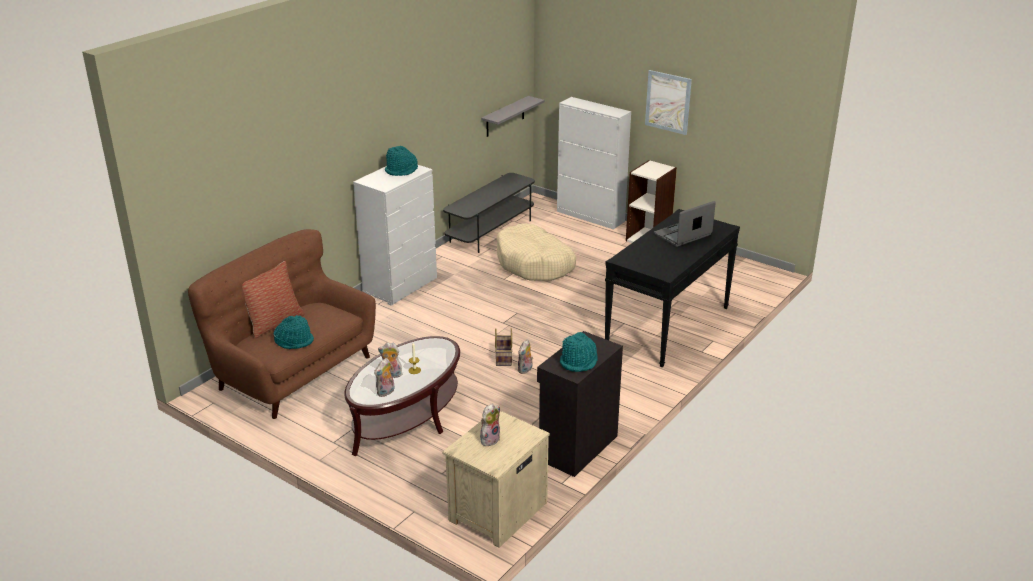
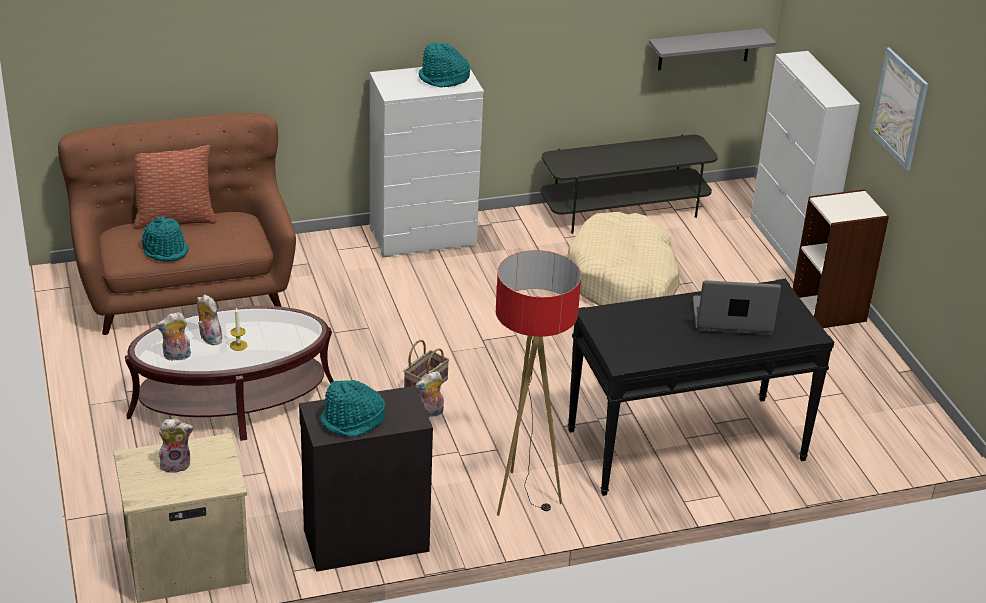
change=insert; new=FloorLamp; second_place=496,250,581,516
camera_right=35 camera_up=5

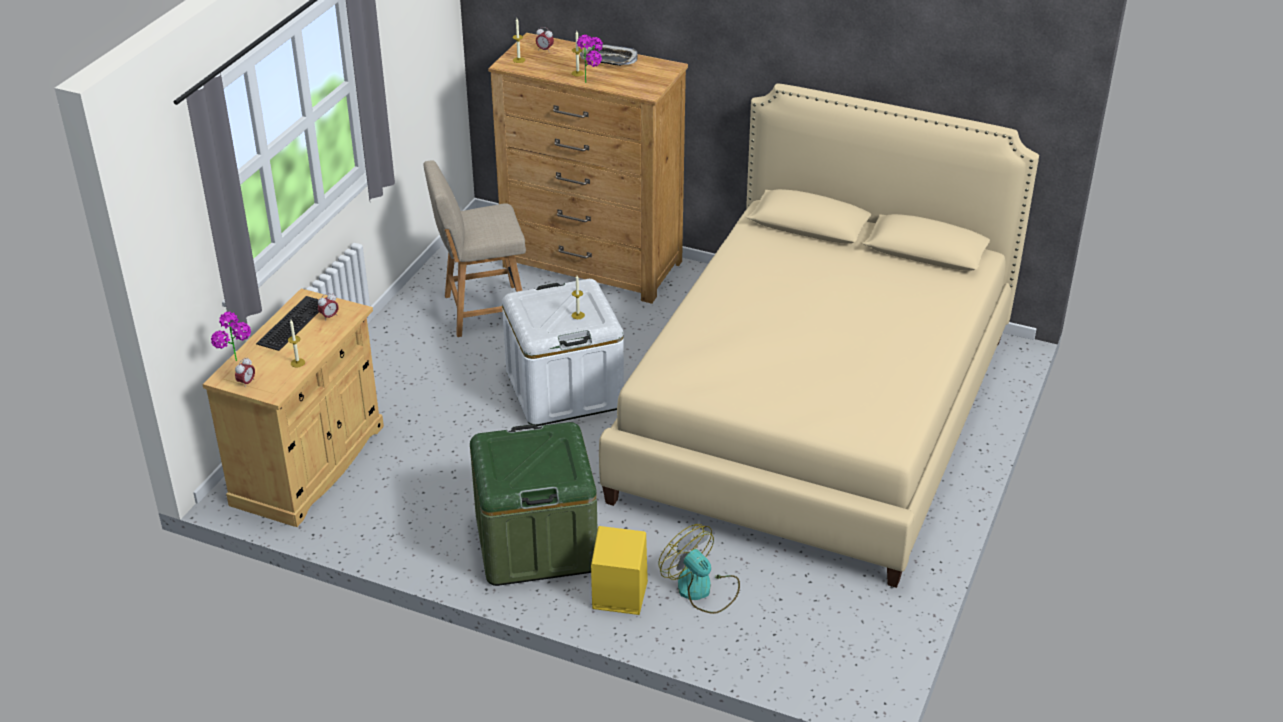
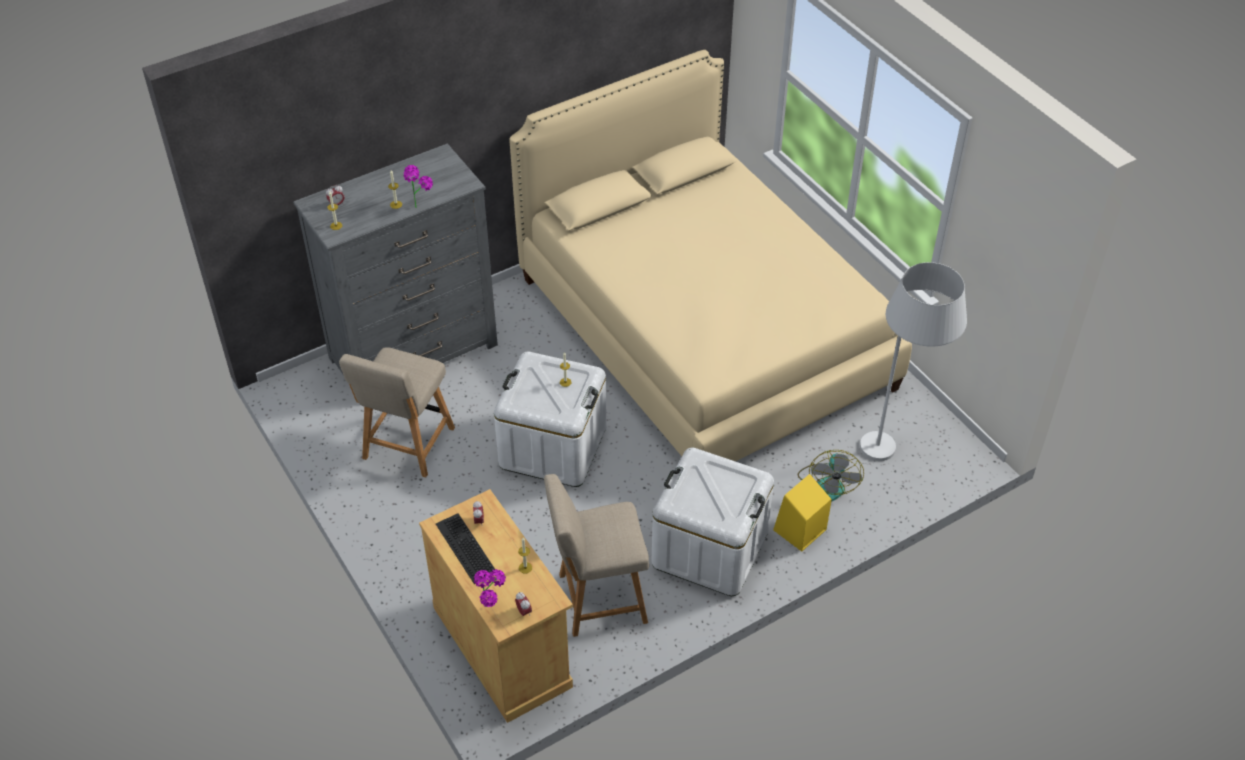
change=recolor; old=GreenStorageBox; new=WhiteStorageBox; first_place=470,422,598,586; second_place=652,448,774,596
change=recolor; old=BrownDresser; new=GreyDresser; first_place=488,33,688,304; second_place=293,144,498,376
change=delete; old=Tray; first_place=579,44,638,66
change=rotate; old=Fan; first_place=658,524,740,614; second_place=798,450,864,502; degrees=-75
change=insert; new=BeigeChair; second_place=544,474,649,637
change=insert; new=WhiteFloorLamp; second_place=860,262,967,461
camera_right=-55 camera_up=10

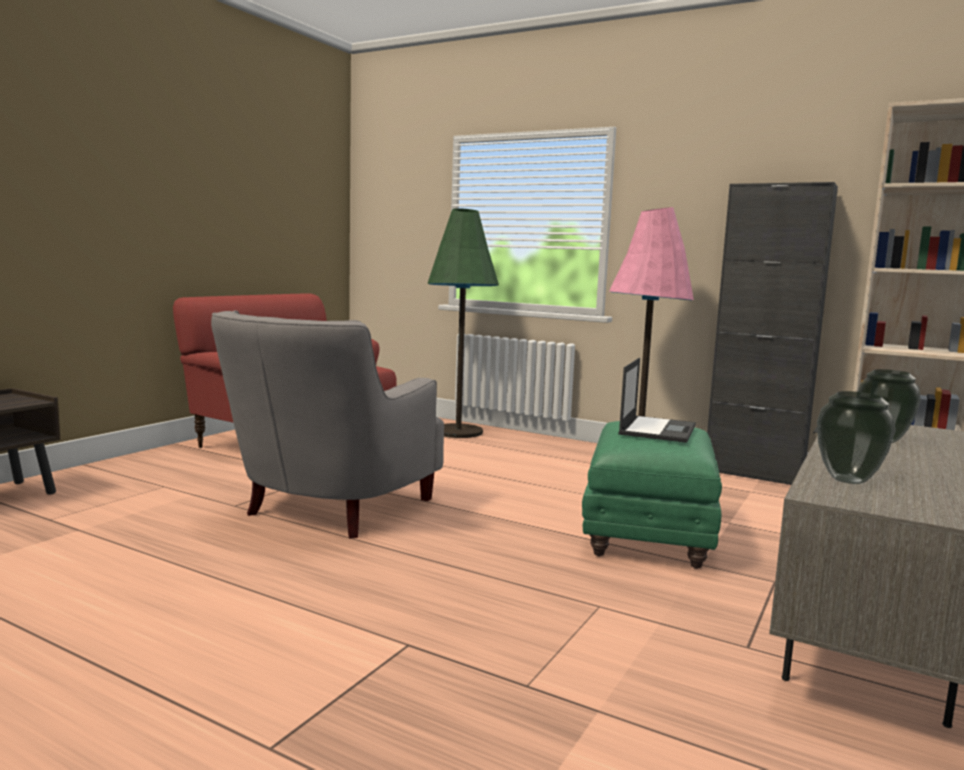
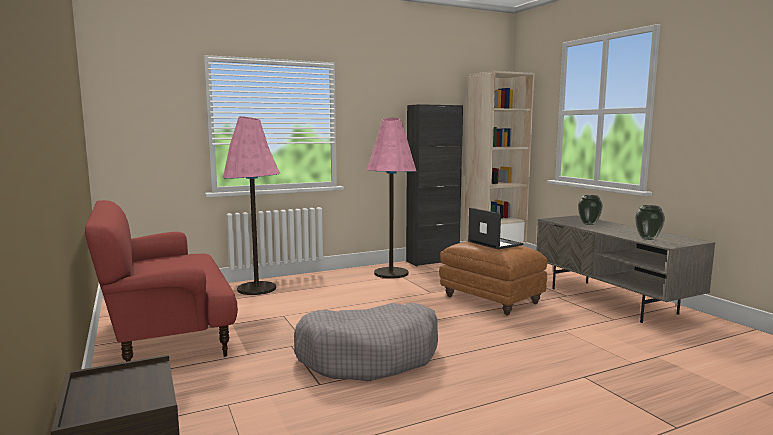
change=replace; old=GreyArmchair; new=GreyDogBed; first_place=211,310,444,538; second_place=294,302,438,381
change=recolor; old=GreenFloorLamp; new=PinkFloorLamp; first_place=427,208,499,438; second_place=223,116,280,295
change=recolor; old=GreenOttoman; new=BrownOttoman; first_place=582,421,722,569; second_place=439,241,547,315
camera_right=-55 camera_up=0

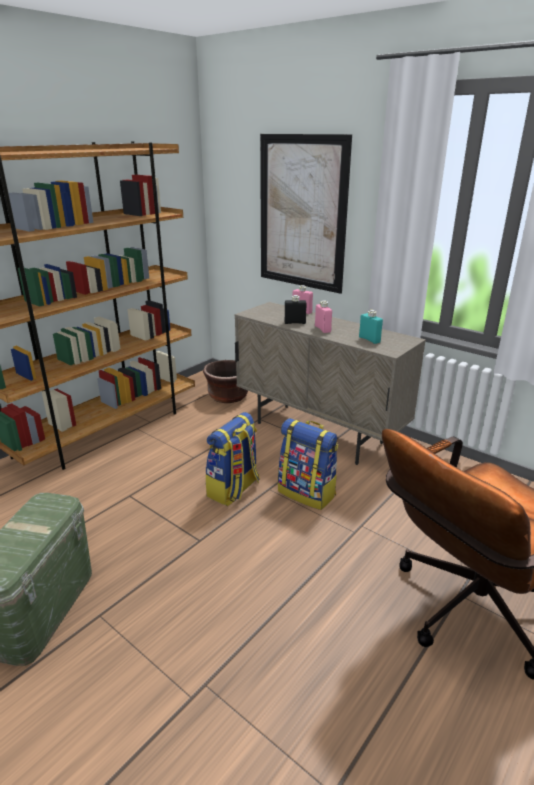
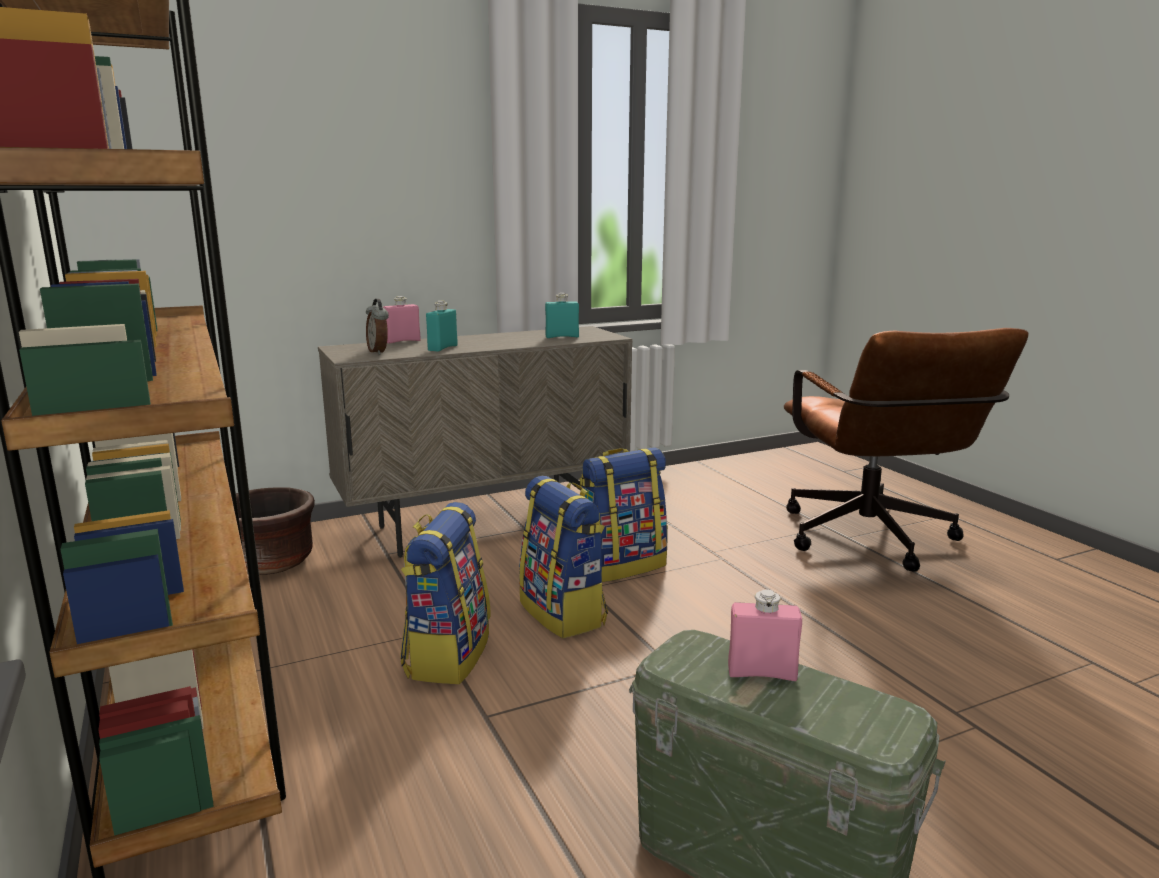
change=delete; old=Picture; first_place=260,134,352,294
change=recolor; old=BlackBottle; new=TurquoiseBottle; first_place=285,295,307,324; second_place=426,301,458,351
change=move; old=PinkBottle; first_place=315,300,332,333; second_place=728,590,802,681
change=insert; new=AlarmClock; second_place=366,299,389,355
change=insert; new=Backpack; second_place=400,502,491,684
camera_right=-65 camera_up=-10

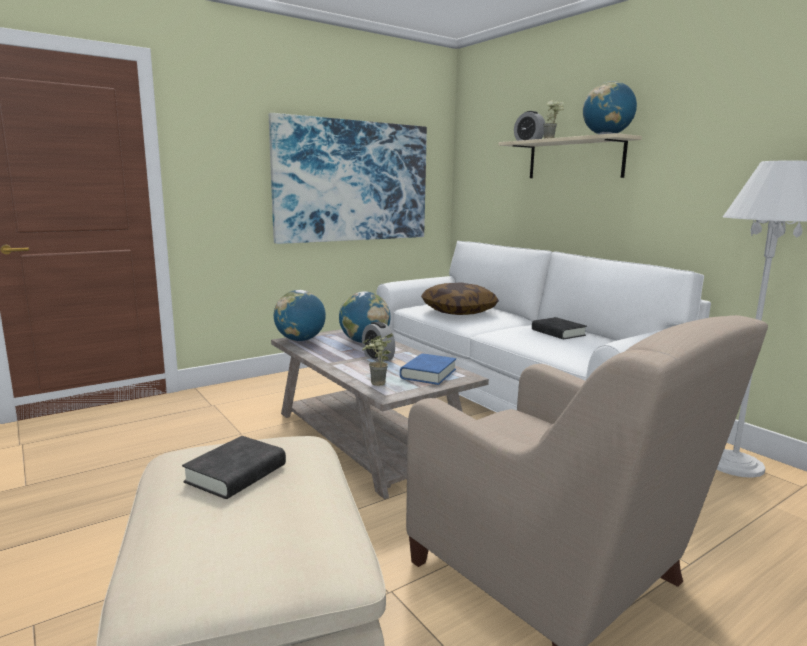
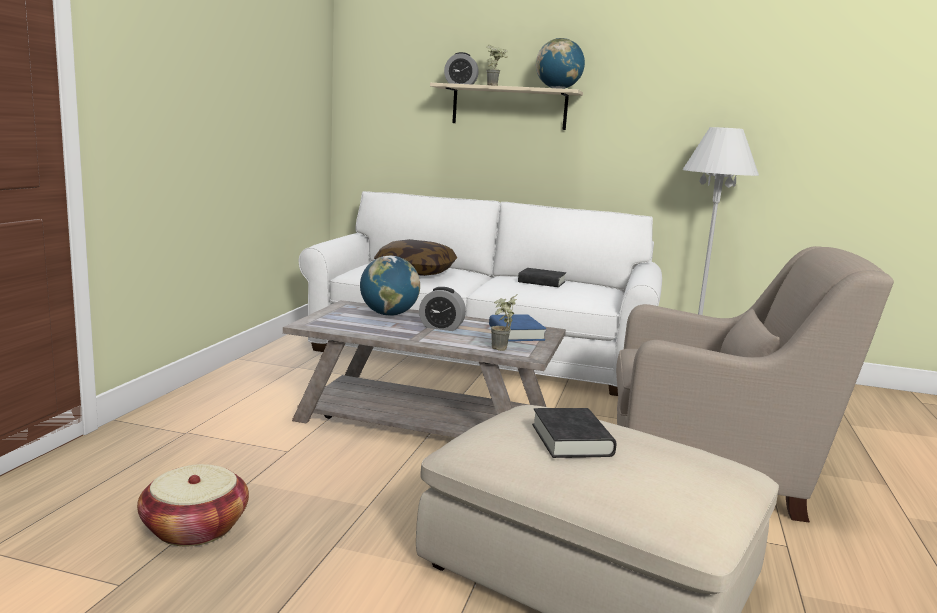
change=delete; old=Picture; first_place=269,113,427,244
change=delete; old=Globe; first_place=274,290,326,341
change=insert; new=Basket; second_place=137,464,249,546
camera_right=-40 camera_up=0

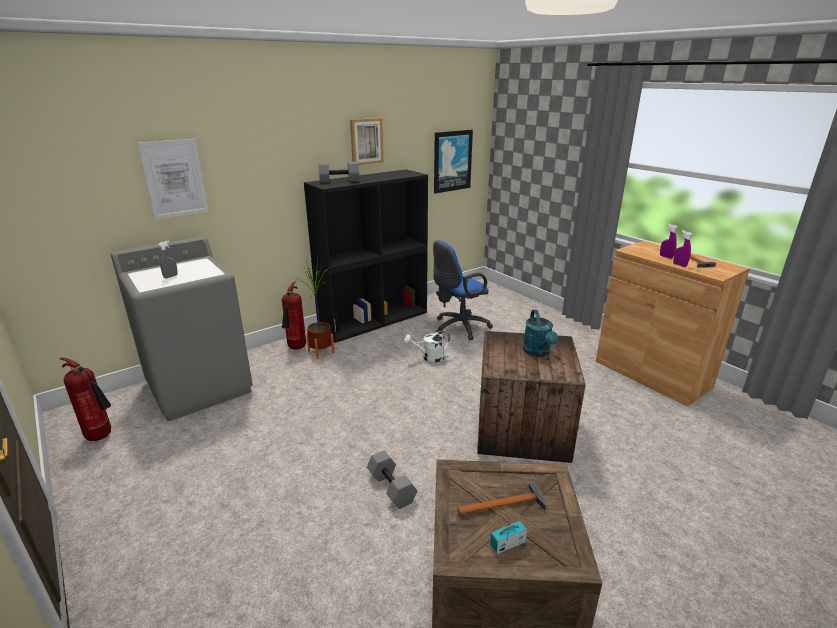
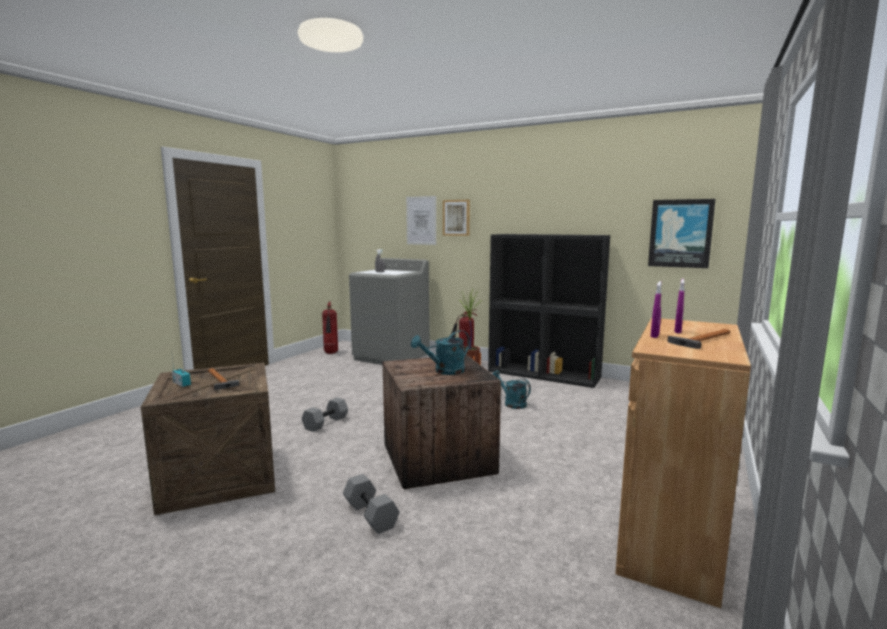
change=move; old=GreyDumbbell; first_place=318,162,359,183; second_place=343,474,400,534
change=move; old=Picture; first_place=350,118,384,165; second_place=443,200,470,236
change=recolor; old=WhiteWateringCan; new=TurquoiseWateringCan; first_place=404,330,450,362; second_place=493,370,531,409
change=delete; old=BlueOfficeChair; first_place=433,240,493,340
camera_right=65 camera_up=-15

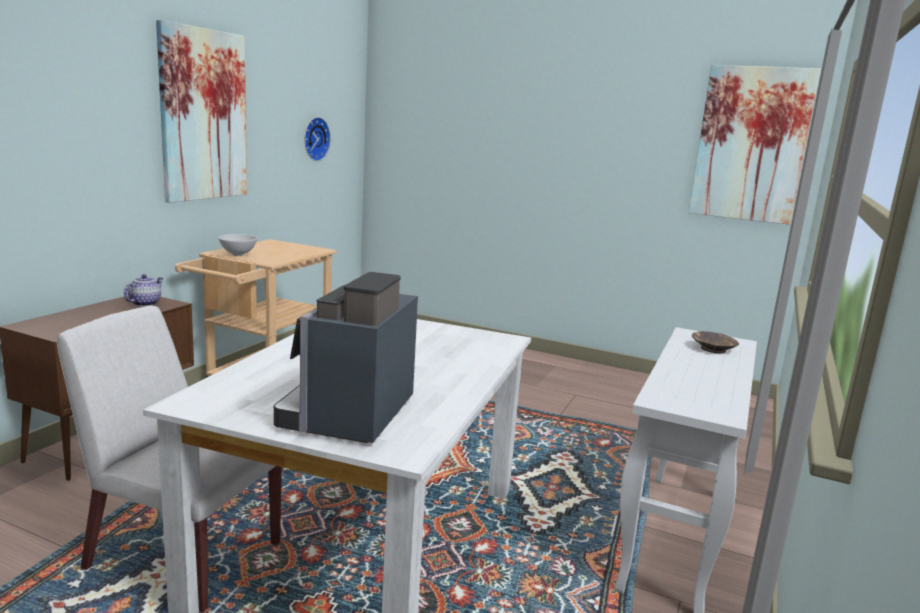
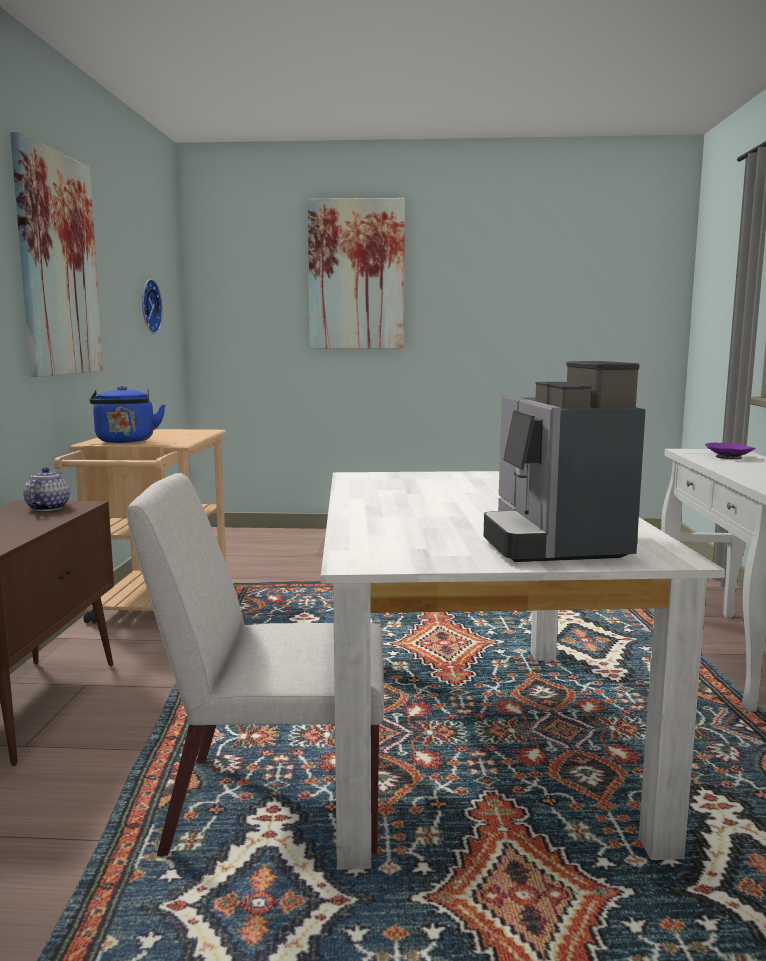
change=replace; old=WhiteBowl; new=BlueKettle; first_place=218,234,258,256; second_place=90,386,165,443
change=move; old=Picture; first_place=688,65,821,225; second_place=307,198,405,349
change=recolor; old=BrownBowl; new=PurpleBowl; first_place=692,331,739,353; second_place=705,443,755,459
camera_right=-20 camera_up=-5

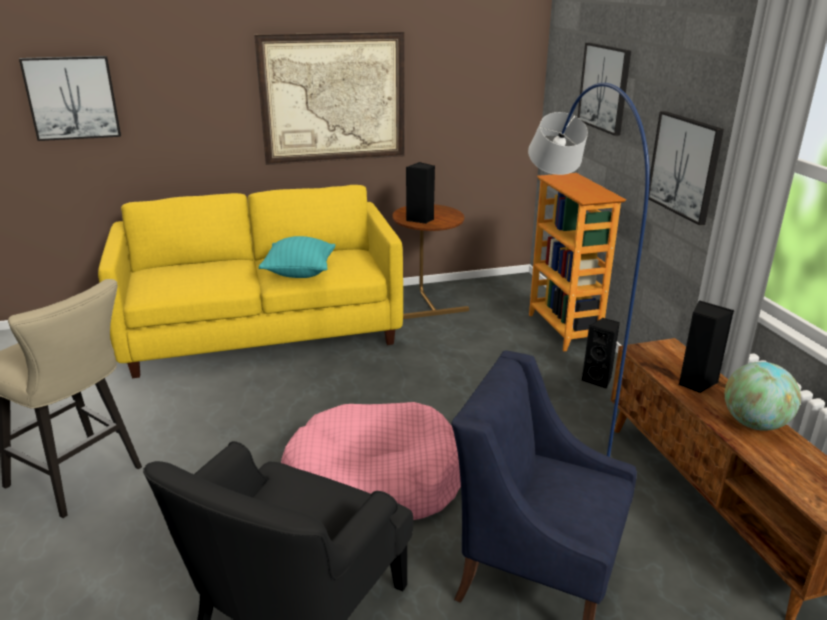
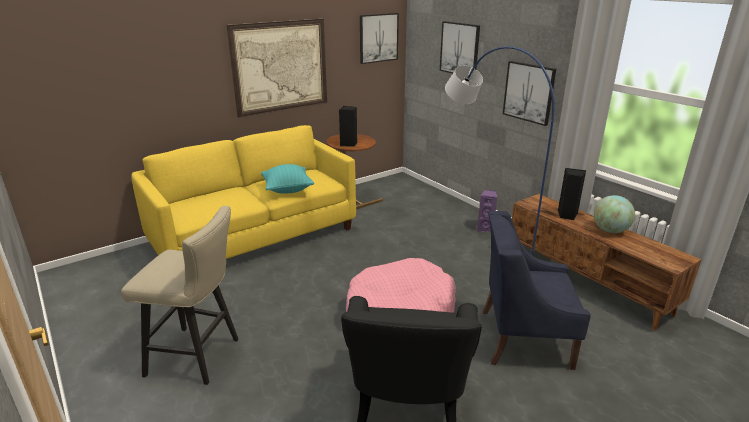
change=move; old=Picture; first_place=19,56,121,141; second_place=360,13,399,64
change=delete; old=Bookcase; first_place=529,173,626,351
change=recolor; old=BlackSpeaker; new=PurpleSpeaker; first_place=581,318,620,389; second_place=477,190,498,232
camera_right=-20 camera_up=0

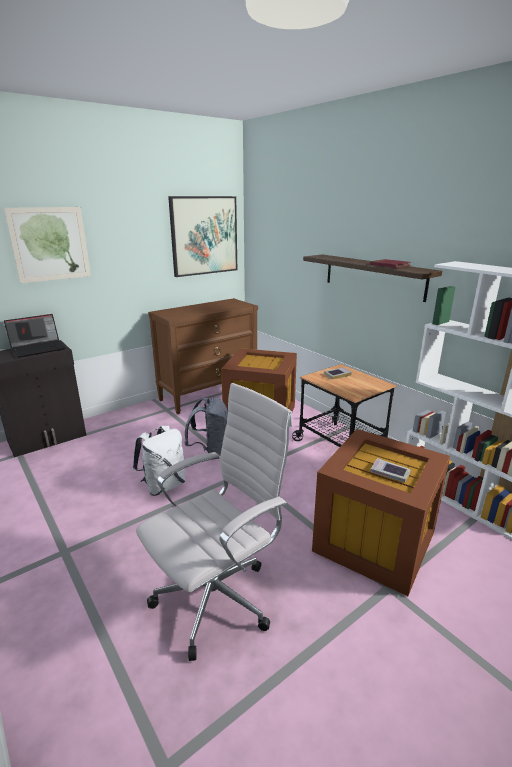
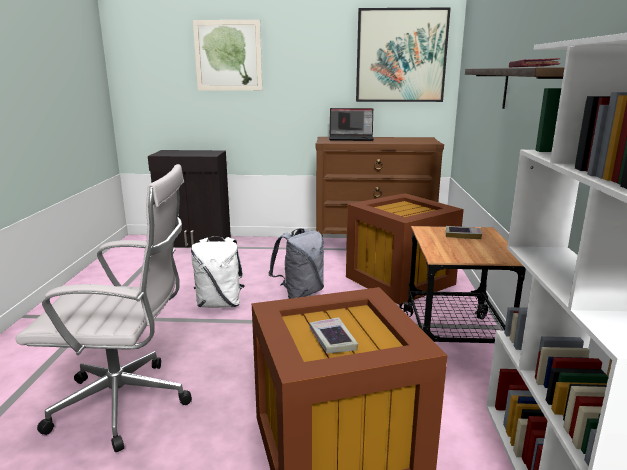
change=move; old=Laptop; first_place=4,314,66,358; second_place=329,108,374,141
camera_right=40 camera_up=-5

